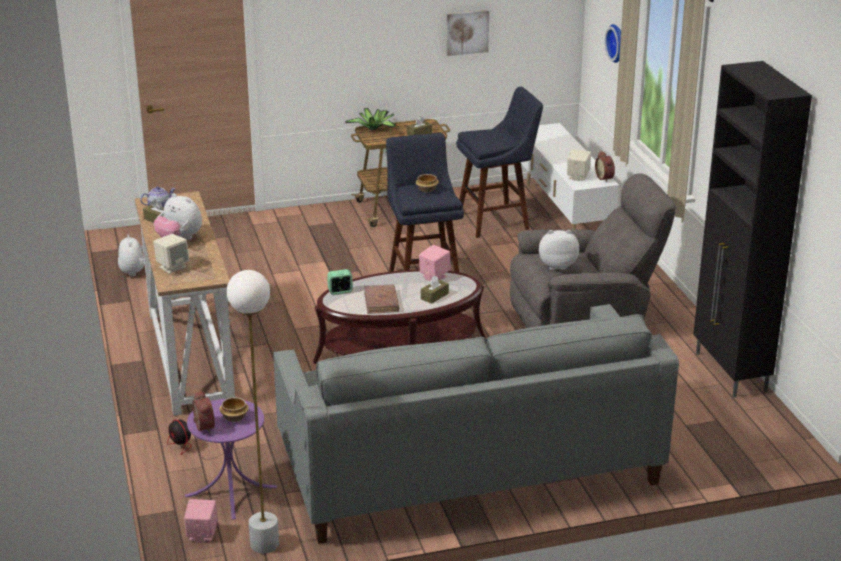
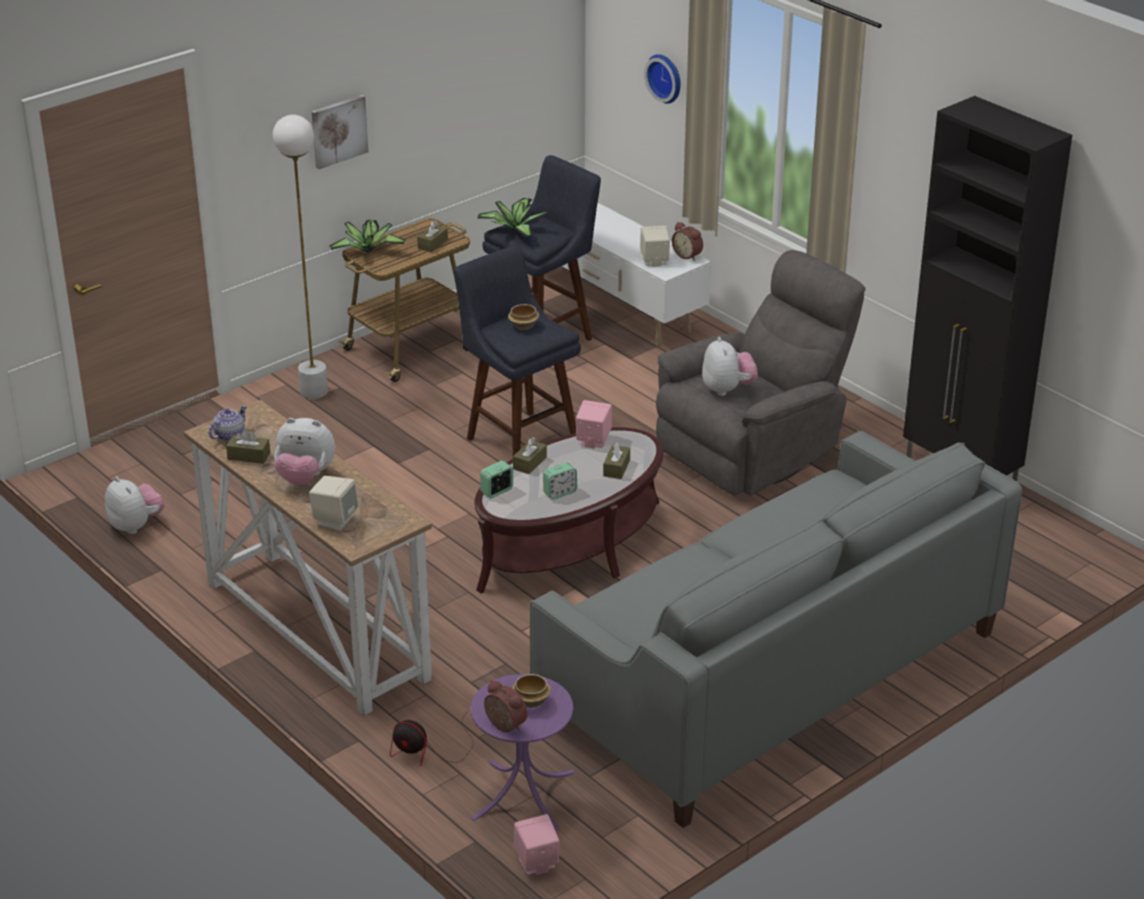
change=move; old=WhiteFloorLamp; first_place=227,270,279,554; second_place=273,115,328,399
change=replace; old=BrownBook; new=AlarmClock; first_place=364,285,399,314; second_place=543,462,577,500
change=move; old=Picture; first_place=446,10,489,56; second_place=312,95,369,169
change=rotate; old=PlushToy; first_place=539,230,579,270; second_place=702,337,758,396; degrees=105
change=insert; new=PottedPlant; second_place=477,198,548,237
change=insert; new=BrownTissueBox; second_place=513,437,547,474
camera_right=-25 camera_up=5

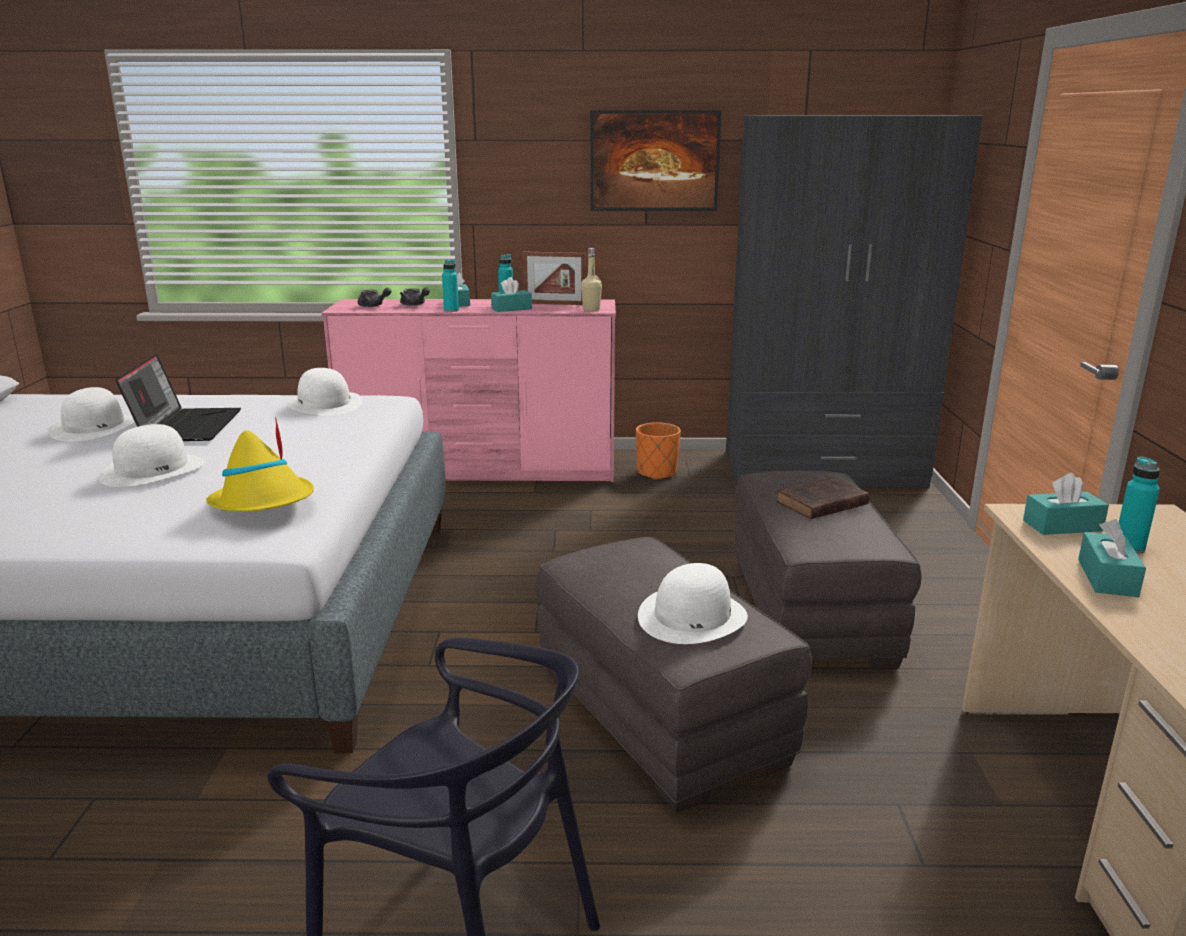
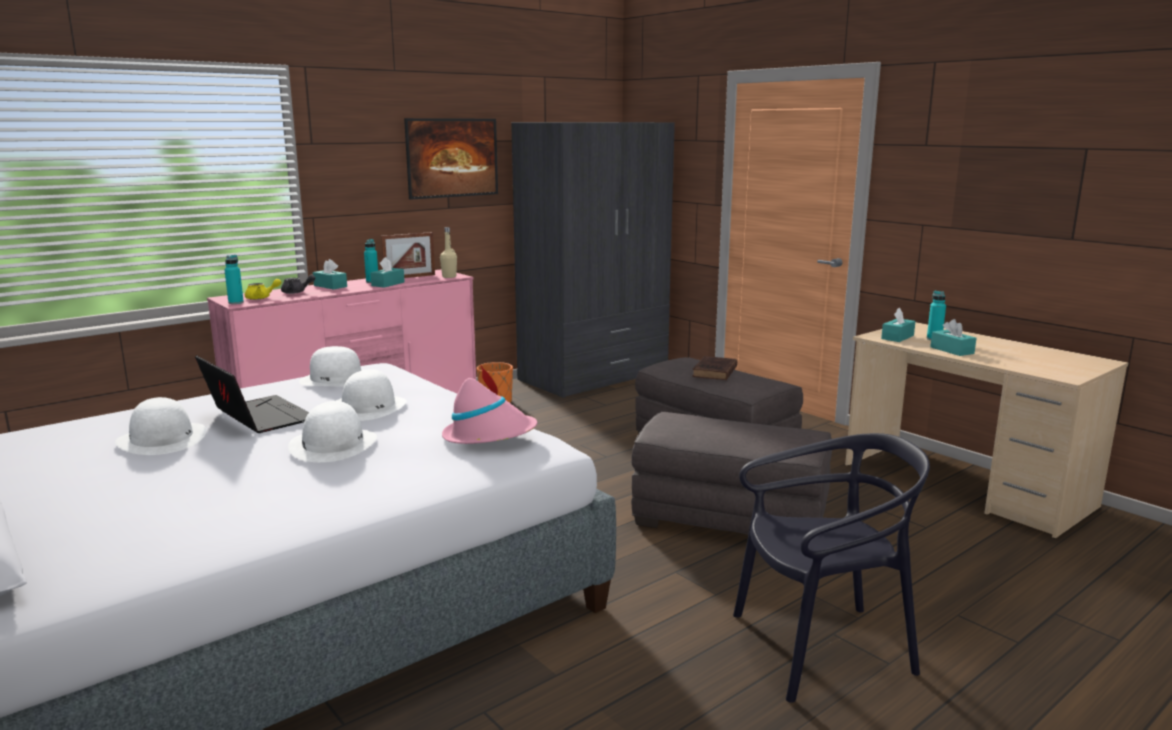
change=recolor; old=YellowHat; new=PinkHat; first_place=206,417,314,512; second_place=442,364,537,444
change=recolor; old=GreyTeapot; new=YellowTeapot; first_place=358,288,391,307; second_place=245,279,281,300
change=move; old=TurquoiseBottle; first_place=442,260,459,312; second_place=224,255,244,304
change=move; old=WhiteHat; first_place=638,563,748,644; second_place=336,369,407,421
camera_right=-40 camera_up=-5

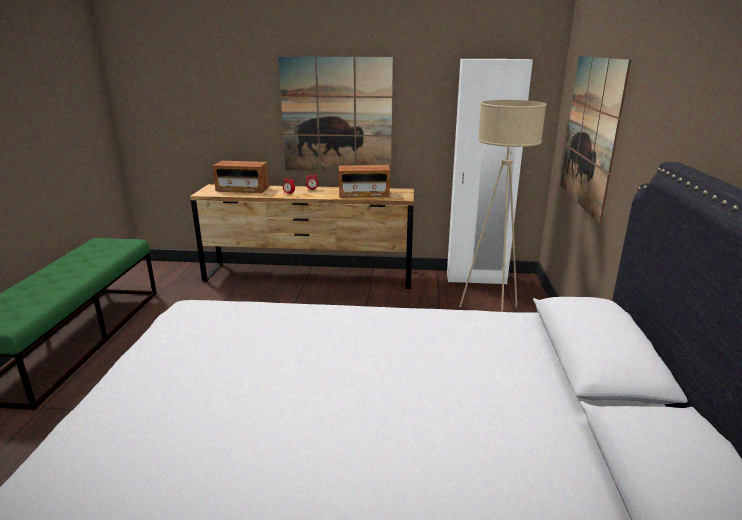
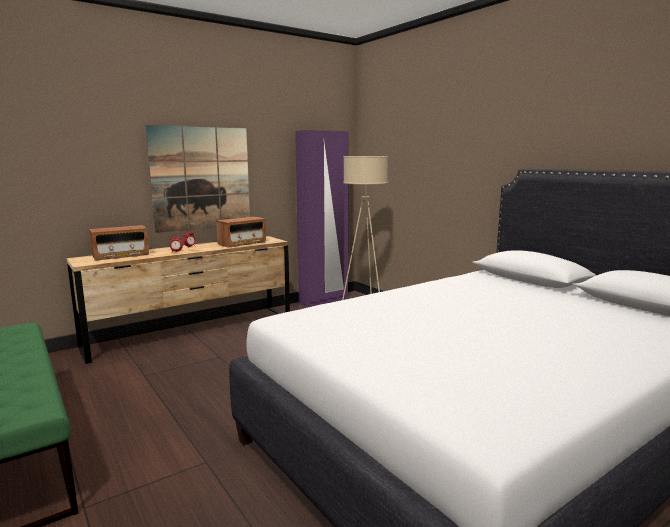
change=recolor; old=WhiteWardrobe; new=PurpleWardrobe; first_place=447,59,533,284; second_place=295,130,349,308
change=delete; old=Picture; first_place=560,56,631,224
camera_right=-40 camera_up=-10

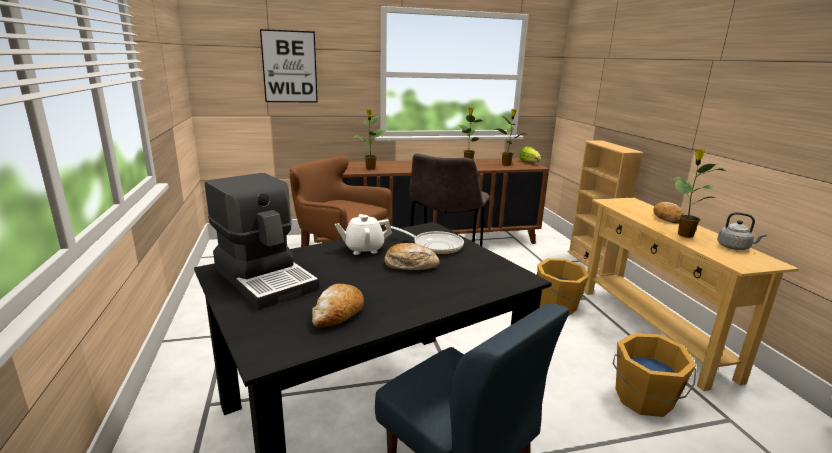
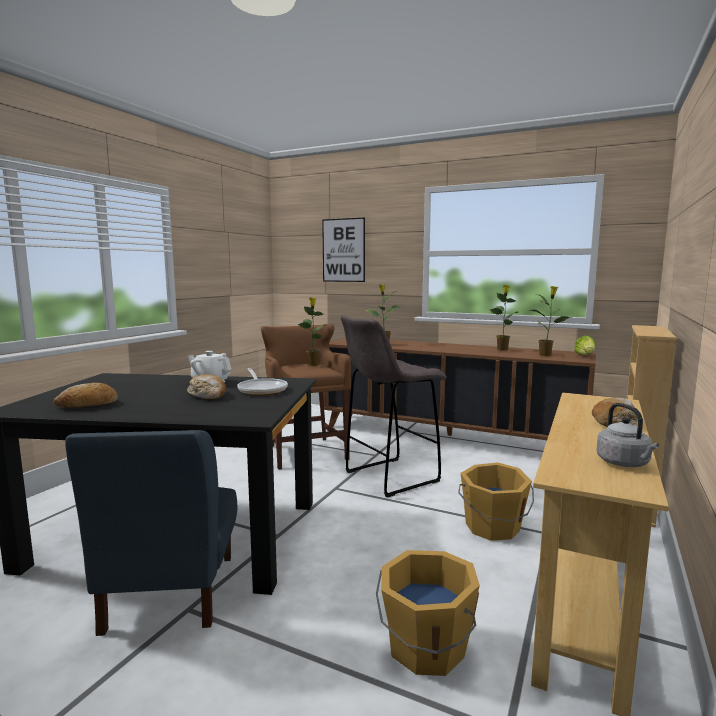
change=delete; old=CoffeeMachine; first_place=205,173,319,310
change=move; old=PottedPlant; first_place=672,149,725,238; second_place=298,297,326,366
camera_right=40 camera_up=-10

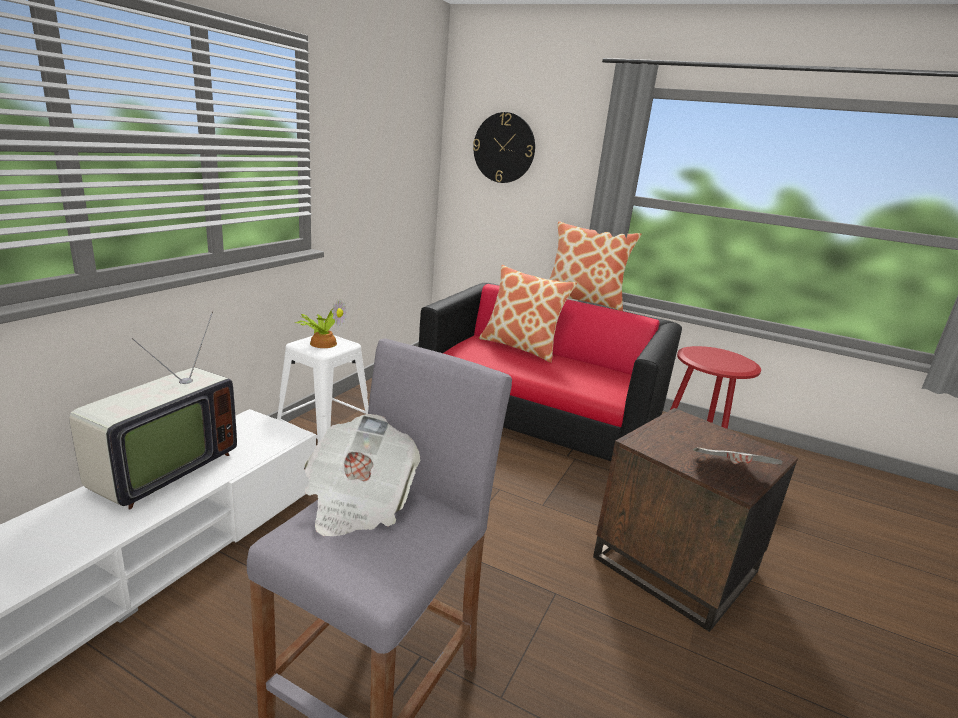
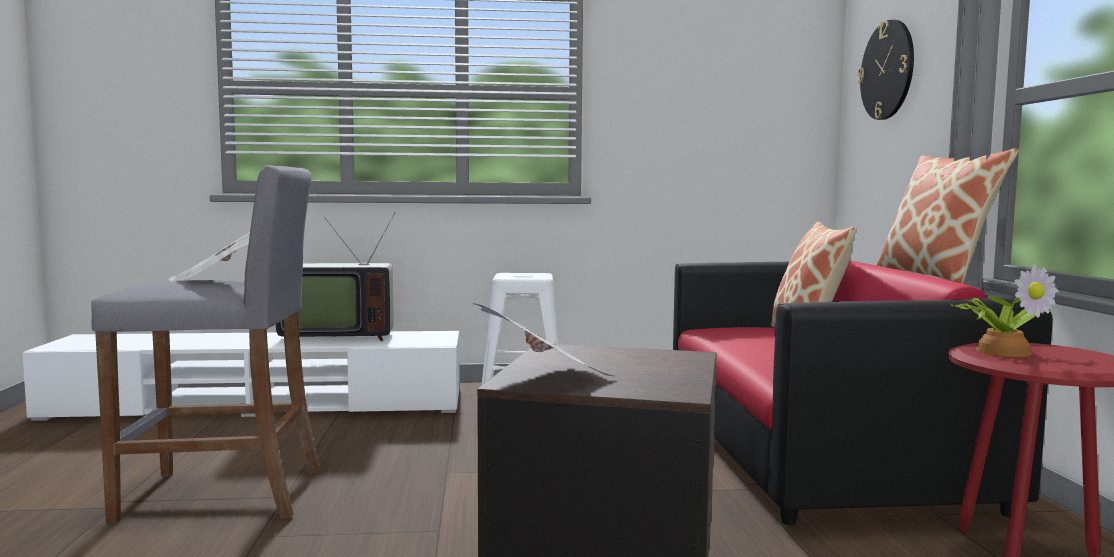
change=move; old=PottedPlant; first_place=295,299,347,348; second_place=951,264,1058,357
camera_right=60 camera_up=-15

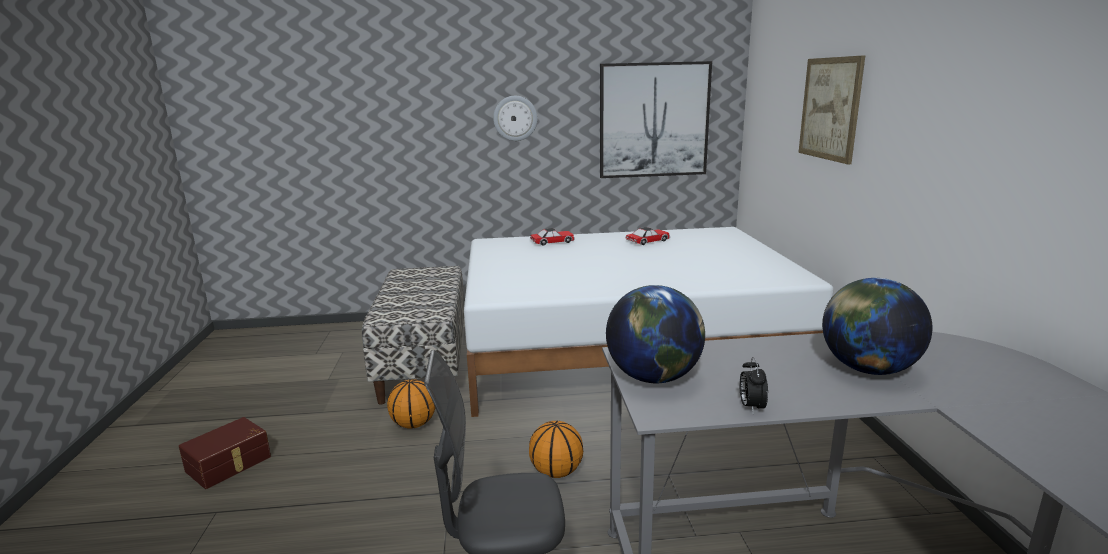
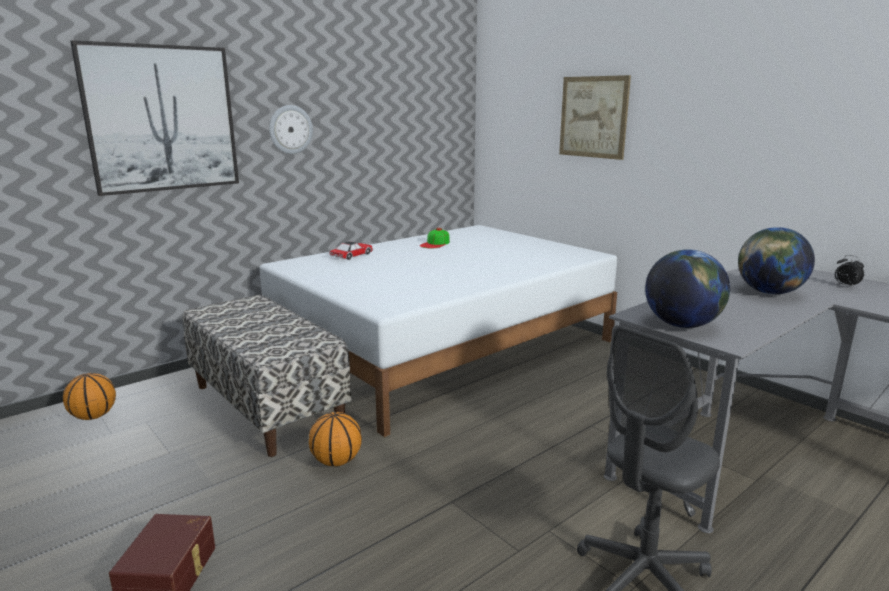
change=move; old=Basketball; first_place=529,421,583,478; second_place=63,373,116,420
change=move; old=Picture; first_place=600,61,712,178; second_place=70,40,239,196
change=replace; old=ToyCar; new=Cap; first_place=625,227,670,245; second_place=420,228,450,248
change=move; old=AlarmClock; first_place=740,357,768,414; second_place=835,255,864,287
camera_right=-35 camera_up=0

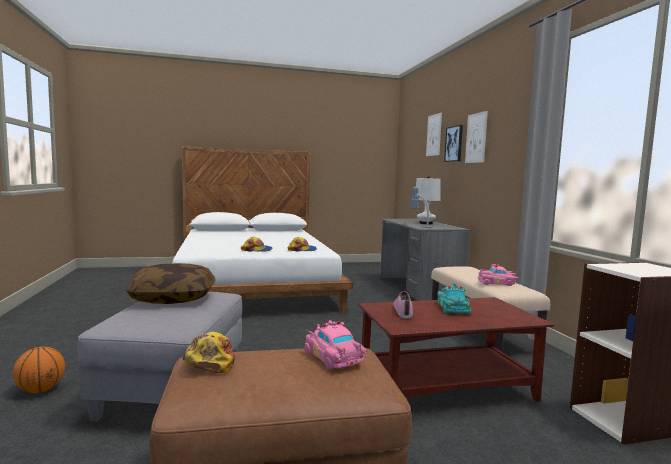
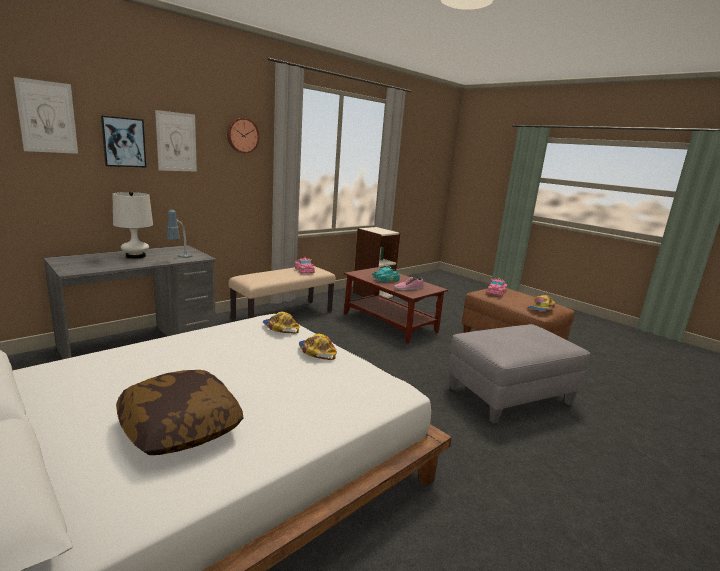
change=delete; old=Basketball; first_place=13,346,65,393
change=move; old=Pillow; first_place=125,263,215,304; second_place=116,370,243,455
change=insert; new=WallClock; second_place=227,118,259,153
camera_right=-120 camera_up=10

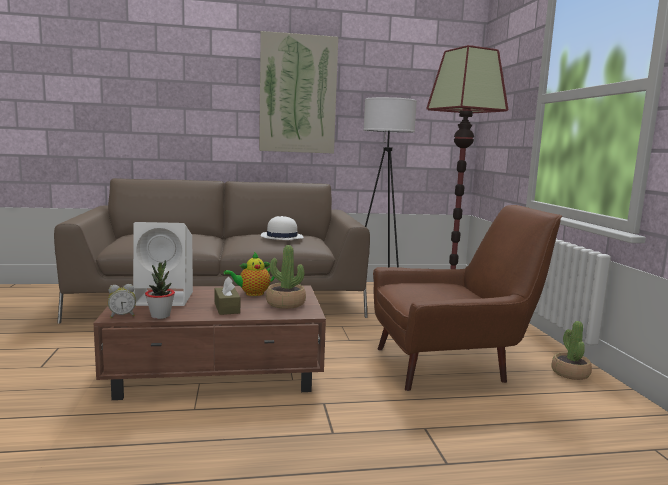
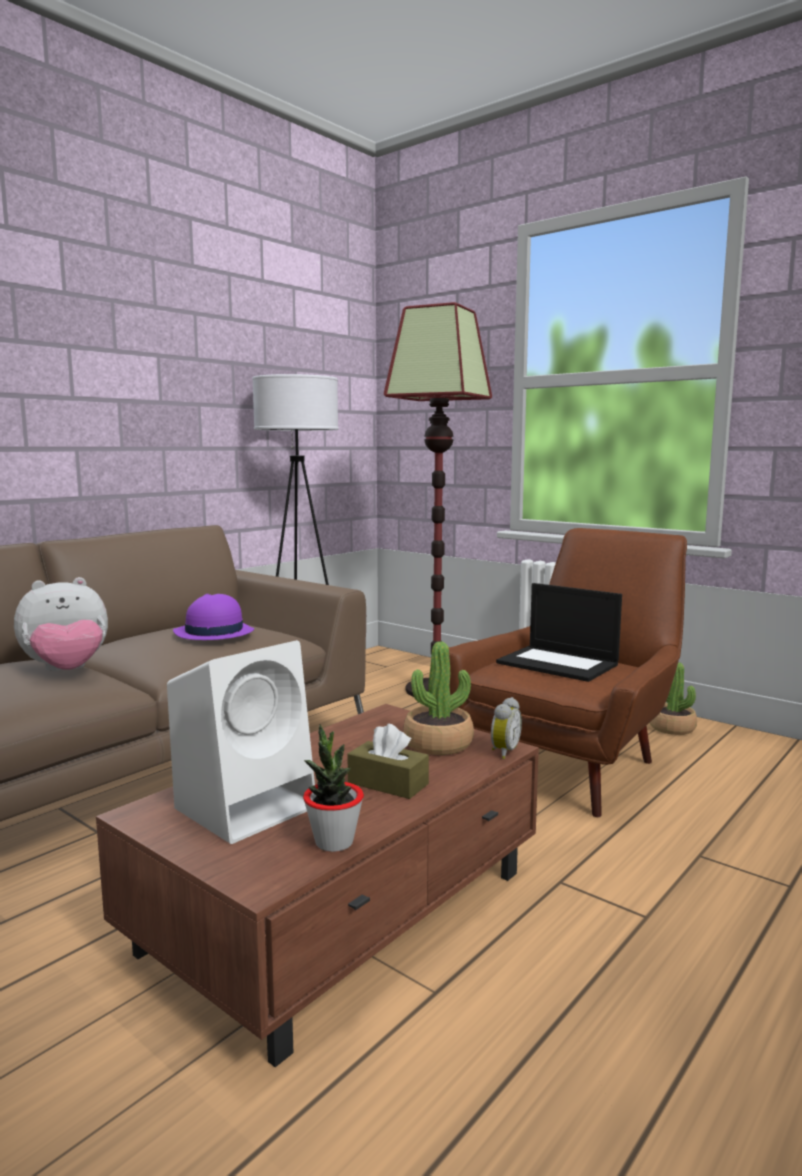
change=move; old=AlarmClock; first_place=108,284,136,318; second_place=491,697,522,759
change=delete; old=Teapot; first_place=224,252,275,296
change=delete; old=Picture; first_place=259,31,338,154
change=recolor; old=WhiteHat; new=PurpleHat; first_place=261,216,303,240; second_place=173,594,254,640
change=insert; new=PlushToy; second_place=14,577,108,671
change=insert; new=Laptop; second_place=496,583,622,682
camera_right=-40 camera_up=0

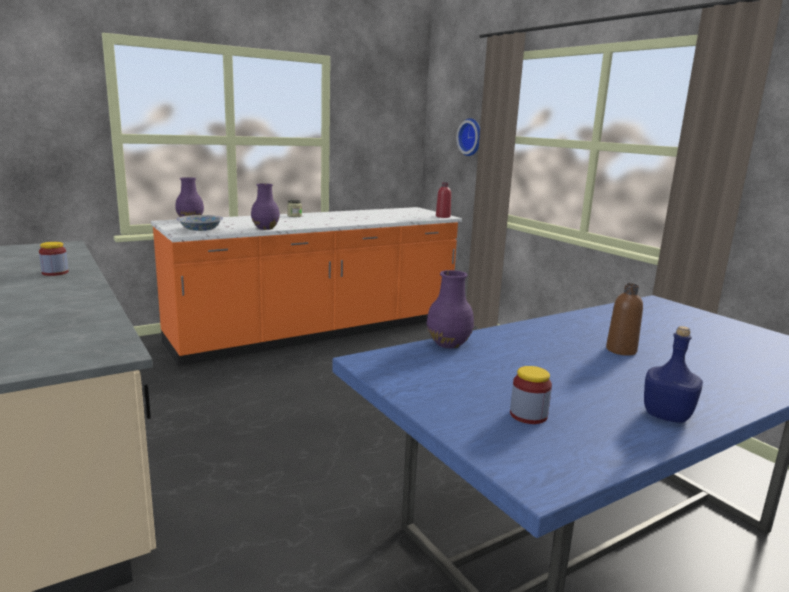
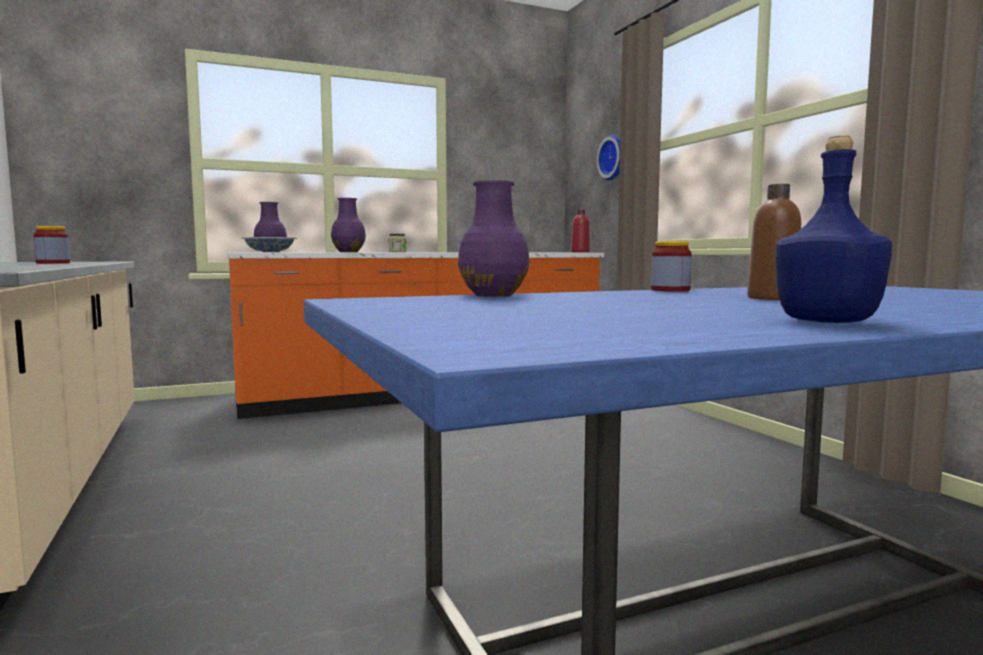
change=move; old=Jar; first_place=510,366,552,424; second_place=651,241,692,292
camera_right=10 camera_up=-10

